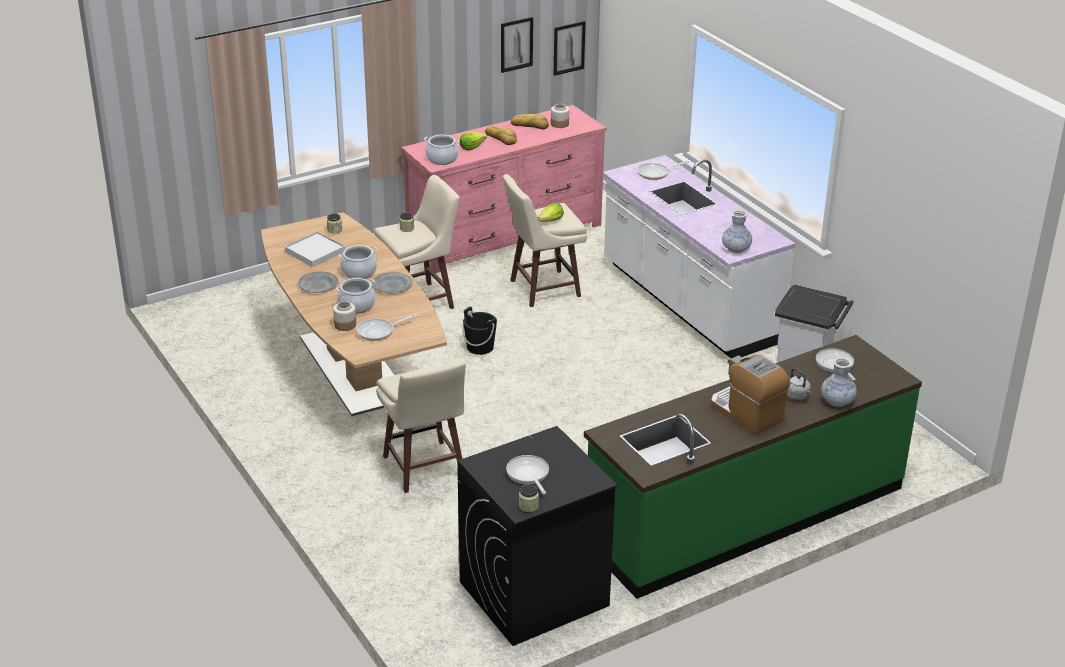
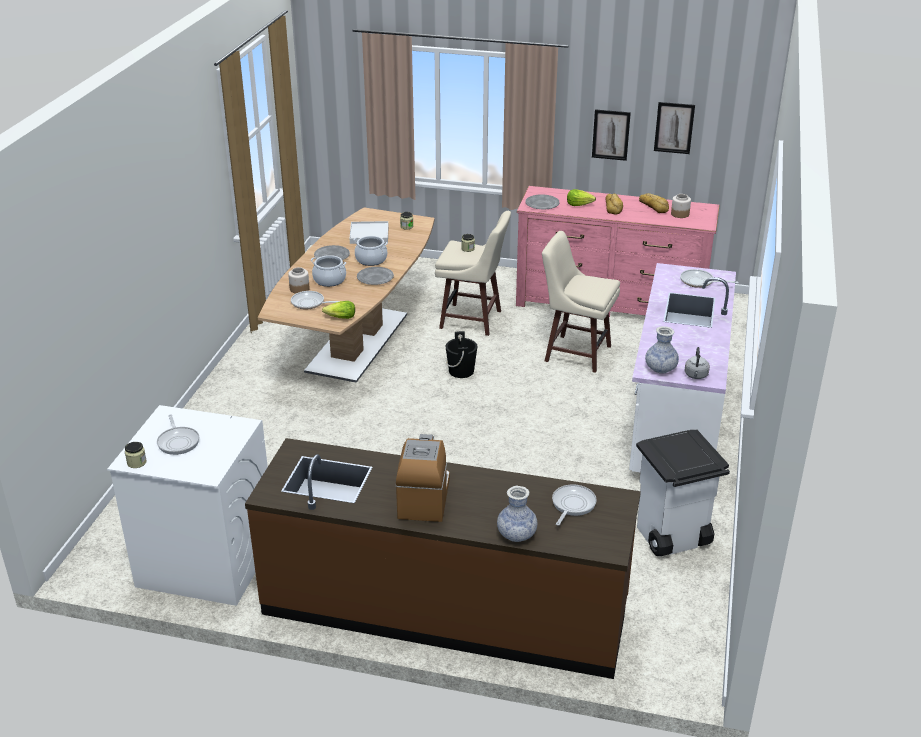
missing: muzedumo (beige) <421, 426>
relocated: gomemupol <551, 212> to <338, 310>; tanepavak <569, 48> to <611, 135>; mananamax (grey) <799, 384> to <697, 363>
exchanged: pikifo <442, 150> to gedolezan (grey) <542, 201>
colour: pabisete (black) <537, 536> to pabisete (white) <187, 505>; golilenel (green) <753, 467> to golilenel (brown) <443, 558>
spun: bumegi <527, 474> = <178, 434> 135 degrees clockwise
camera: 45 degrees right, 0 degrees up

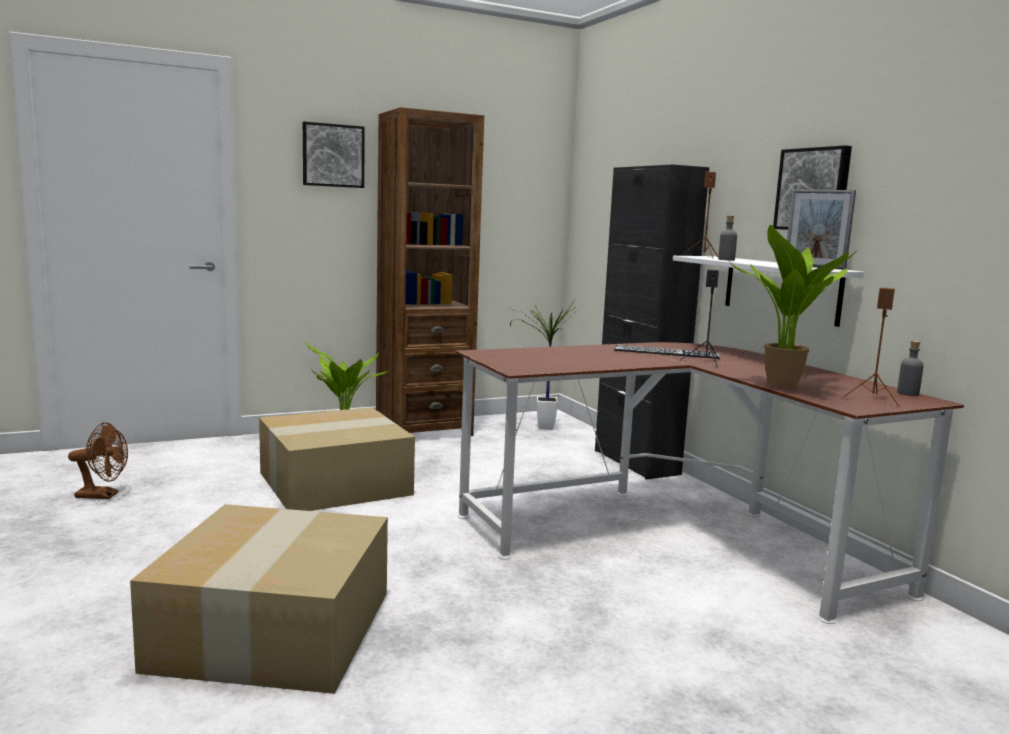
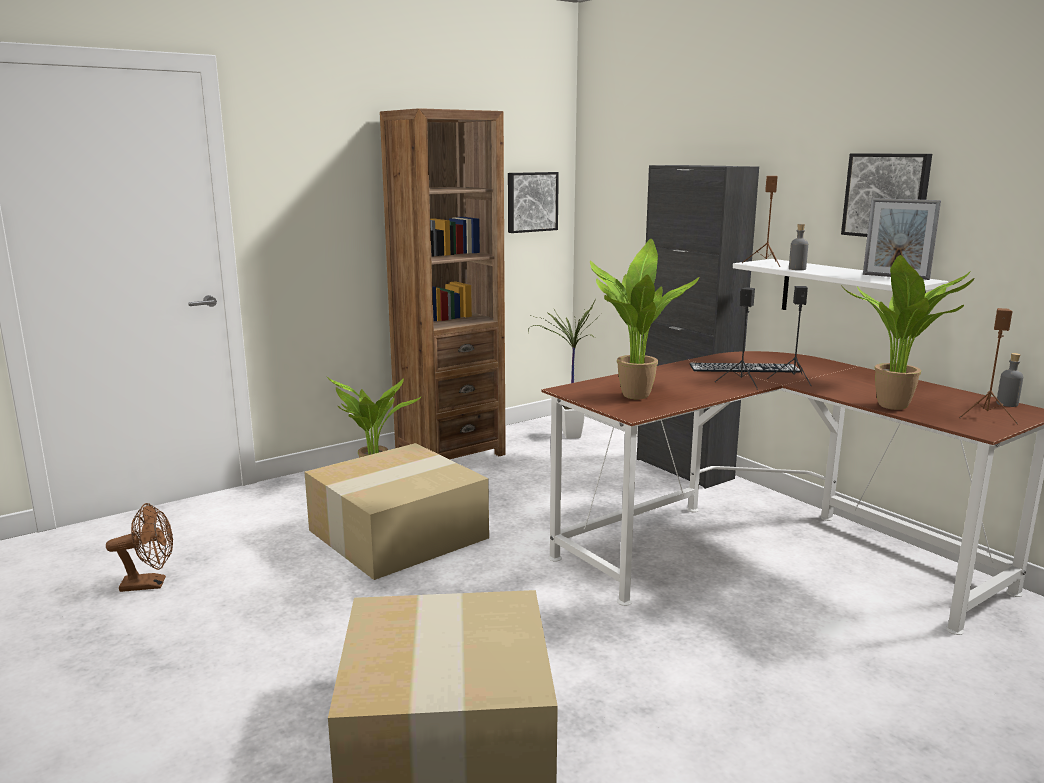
appeared: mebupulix <644, 319>; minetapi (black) <736, 338>
relocated: tanepavak <334, 155> to <533, 202>
camera: 10 degrees left, 5 degrees up

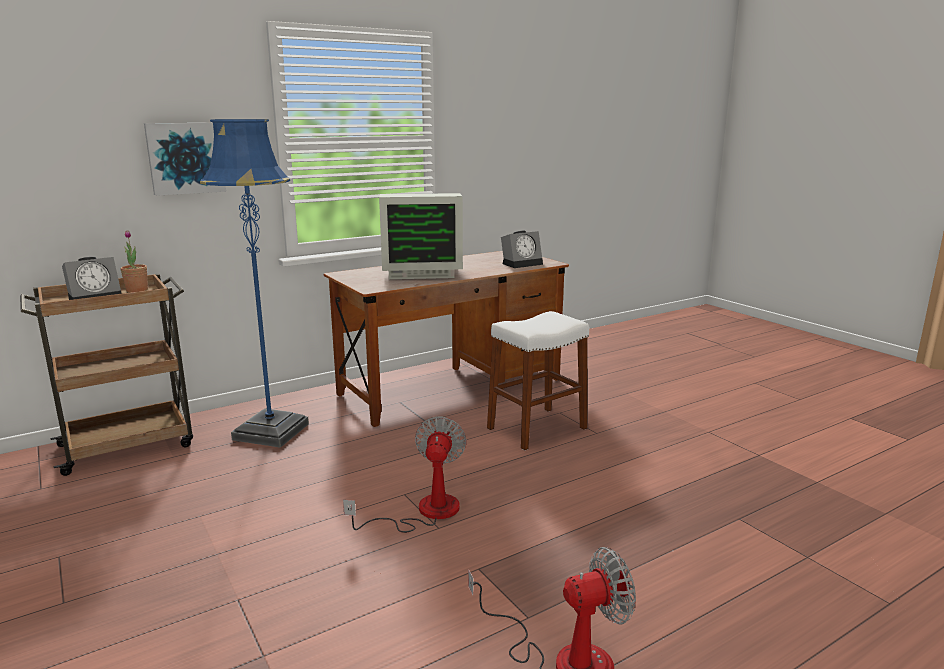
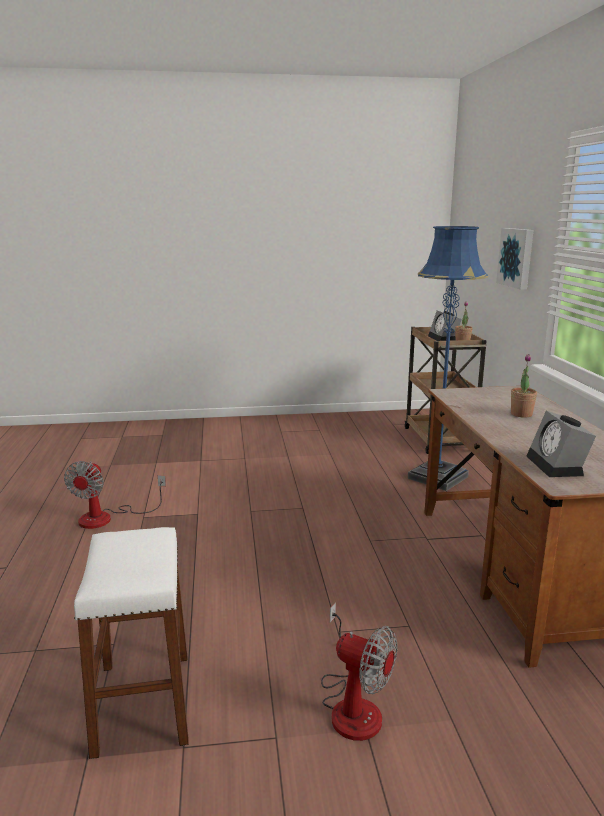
relocated: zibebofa <405, 474> to <359, 671>; muzedumo (white) <538, 380> to <131, 643>
exchanged: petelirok <421, 236> to mebupulix <524, 386>
camera: 115 degrees right, 0 degrees up

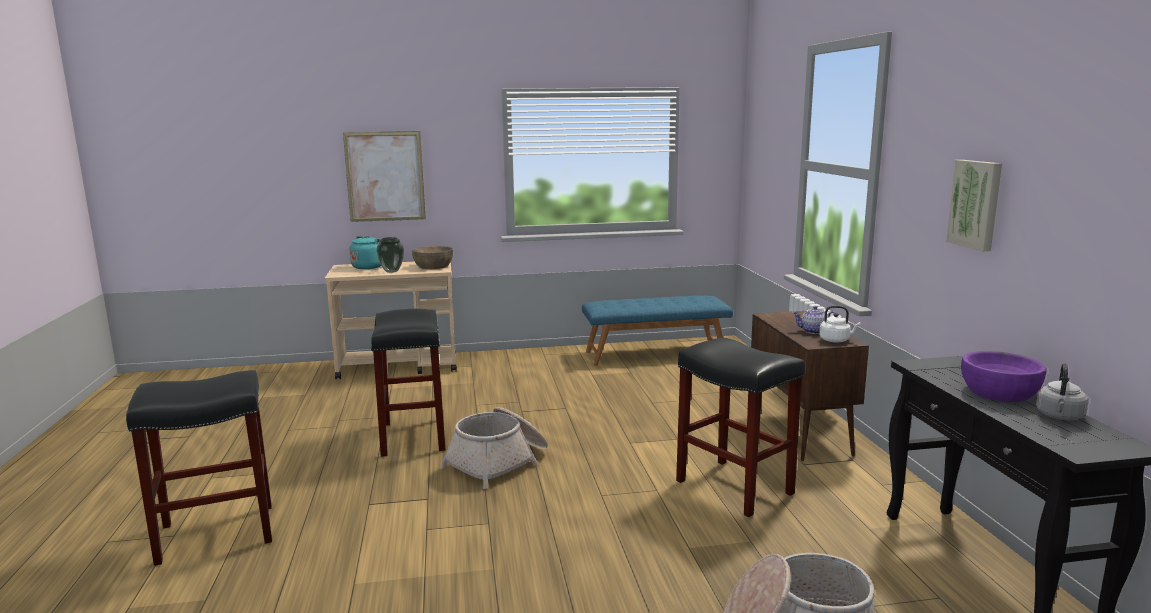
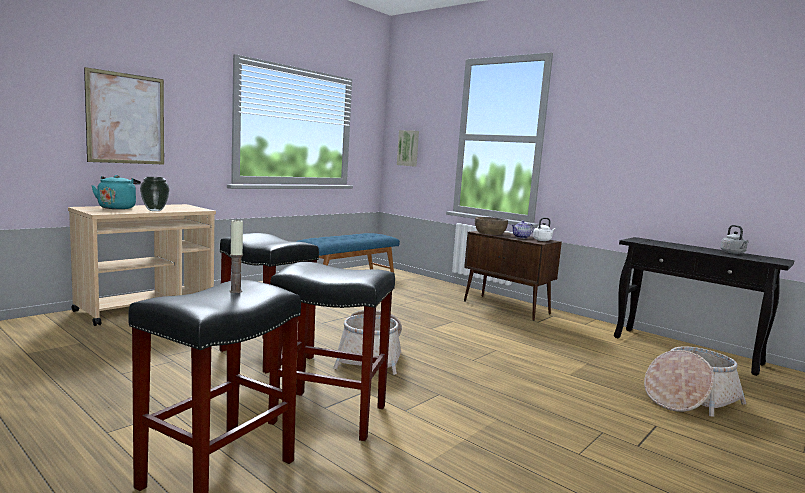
missing: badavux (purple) <1004, 376>
appeared: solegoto <236, 256>
relocated: badavux (brown) <432, 257> to <491, 226>; muzedumo (black) <740, 427> to <331, 351>; tanepavak <974, 205> to <408, 148>
camera: 40 degrees left, 5 degrees down

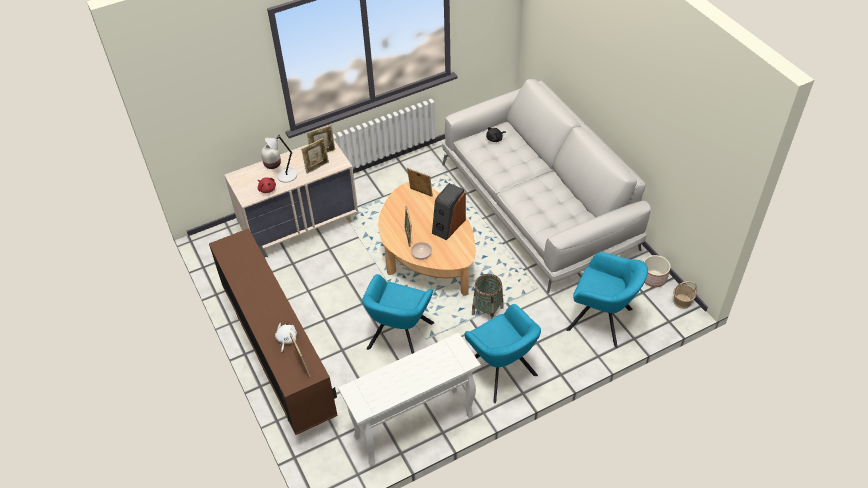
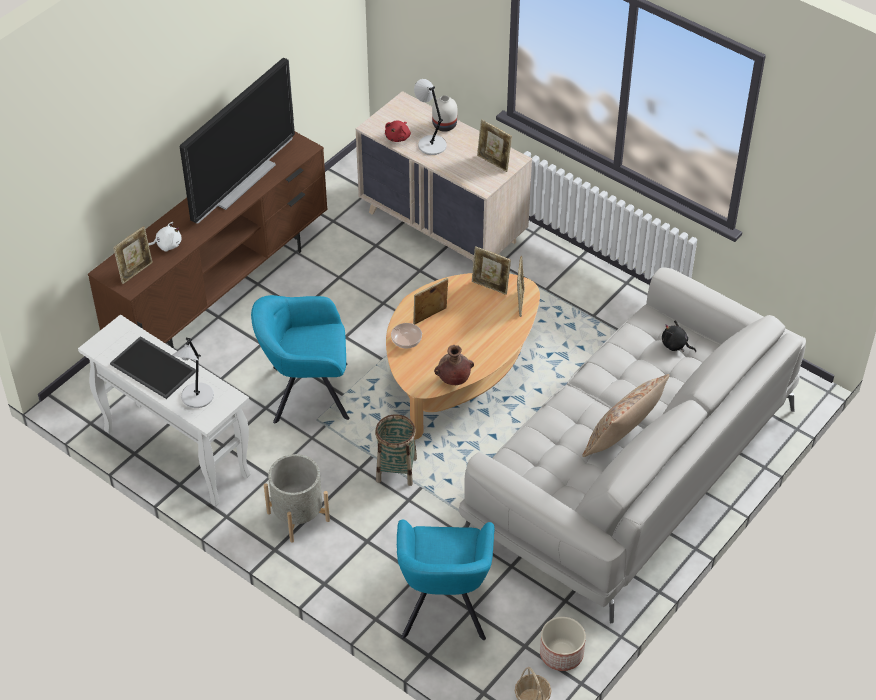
missing: minetapi <449, 211>
appeared: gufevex <153, 367>; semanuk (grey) <193, 373>; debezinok <237, 141>; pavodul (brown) <454, 365>; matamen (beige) <625, 415>
relocated: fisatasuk <315, 155> to <491, 270>
exchanged: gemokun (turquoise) <503, 353> to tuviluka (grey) <297, 498>
camera: 65 degrees right, 0 degrees up

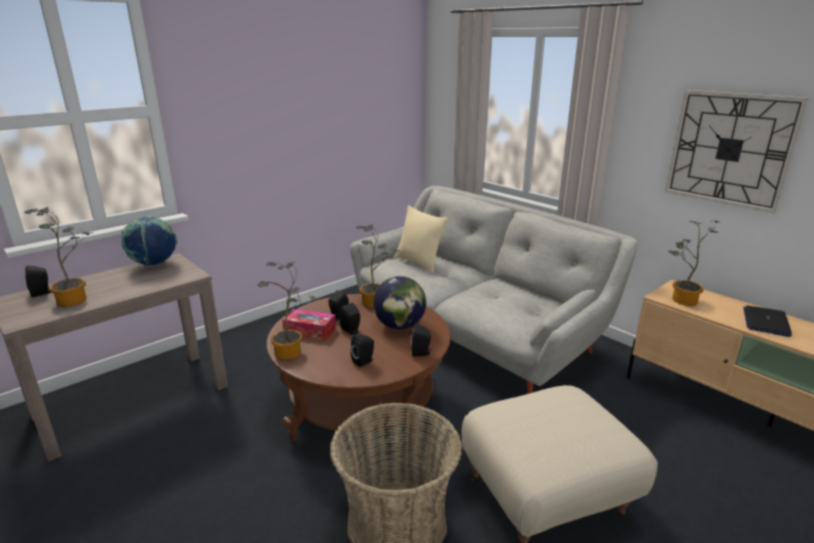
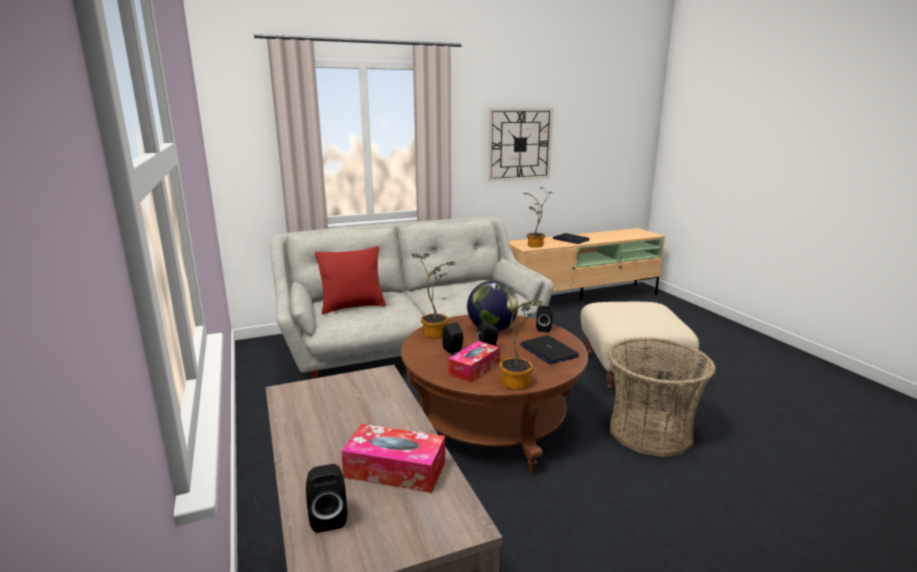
missing: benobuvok <150, 241>
exchanged: mebupulix <58, 257> to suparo <393, 458>; minetapi (black) <362, 350> to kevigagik <549, 349>
colour: matamen (beige) <421, 239> to matamen (red) <350, 280>
camera: 70 degrees left, 5 degrees down

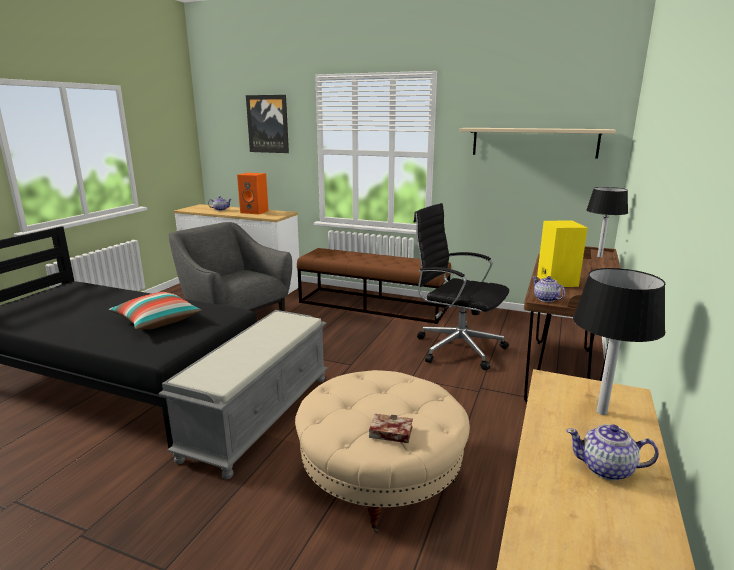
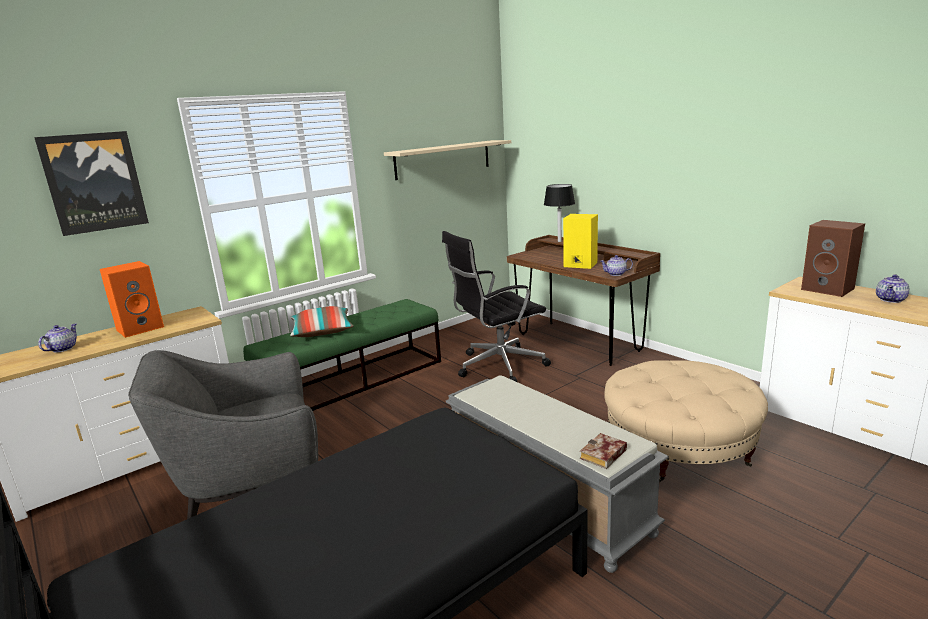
relocated: matamen <155, 311> to <322, 321>; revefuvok <391, 428> to <603, 451>
exchanged: semanuk (black) <619, 341> to minetapi (brown) <833, 258>
colour: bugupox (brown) <374, 286> to bugupox (green) <342, 355>
camera: 60 degrees left, 0 degrees up

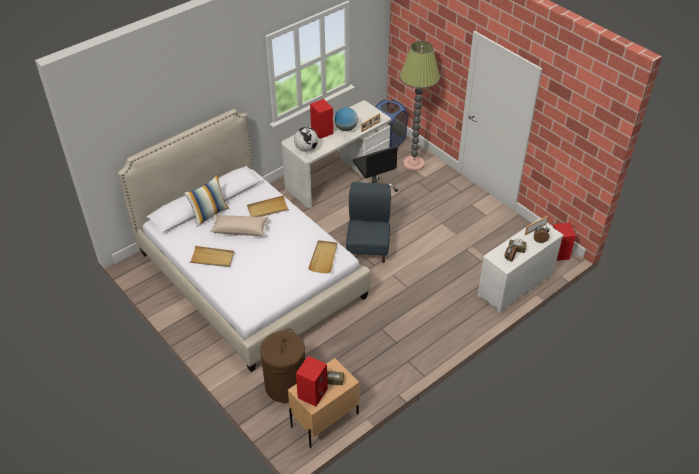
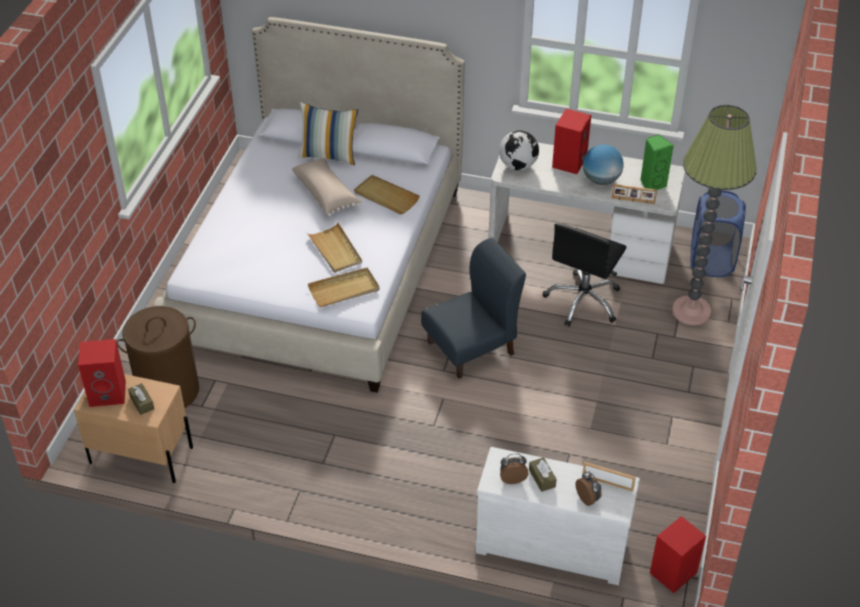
appeared: minetapi (green) <657, 162>
relocated: gufevex (beige) <211, 256> to <334, 247>
camera: 55 degrees right, 0 degrees up

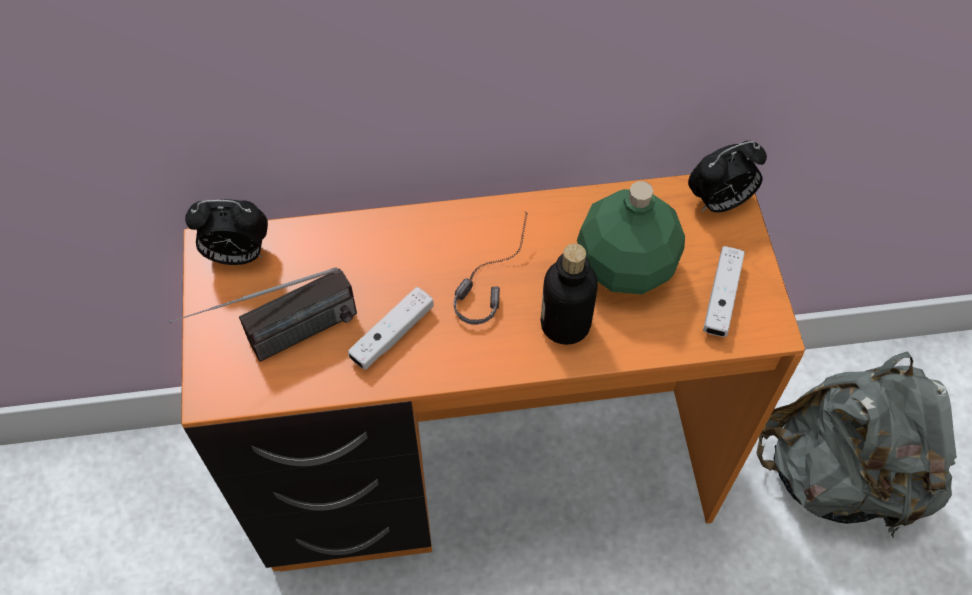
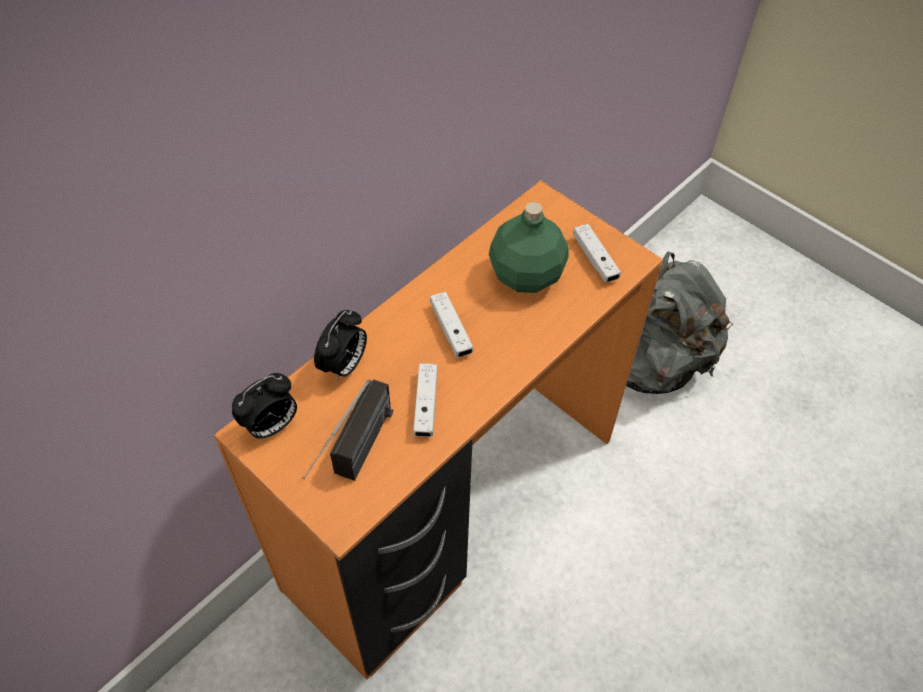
missing: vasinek <569, 294>
relocated: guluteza <727, 177> to <340, 346>
exchanged: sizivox <491, 268> to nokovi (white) <451, 324>
camera: 40 degrees left, 5 degrees down

